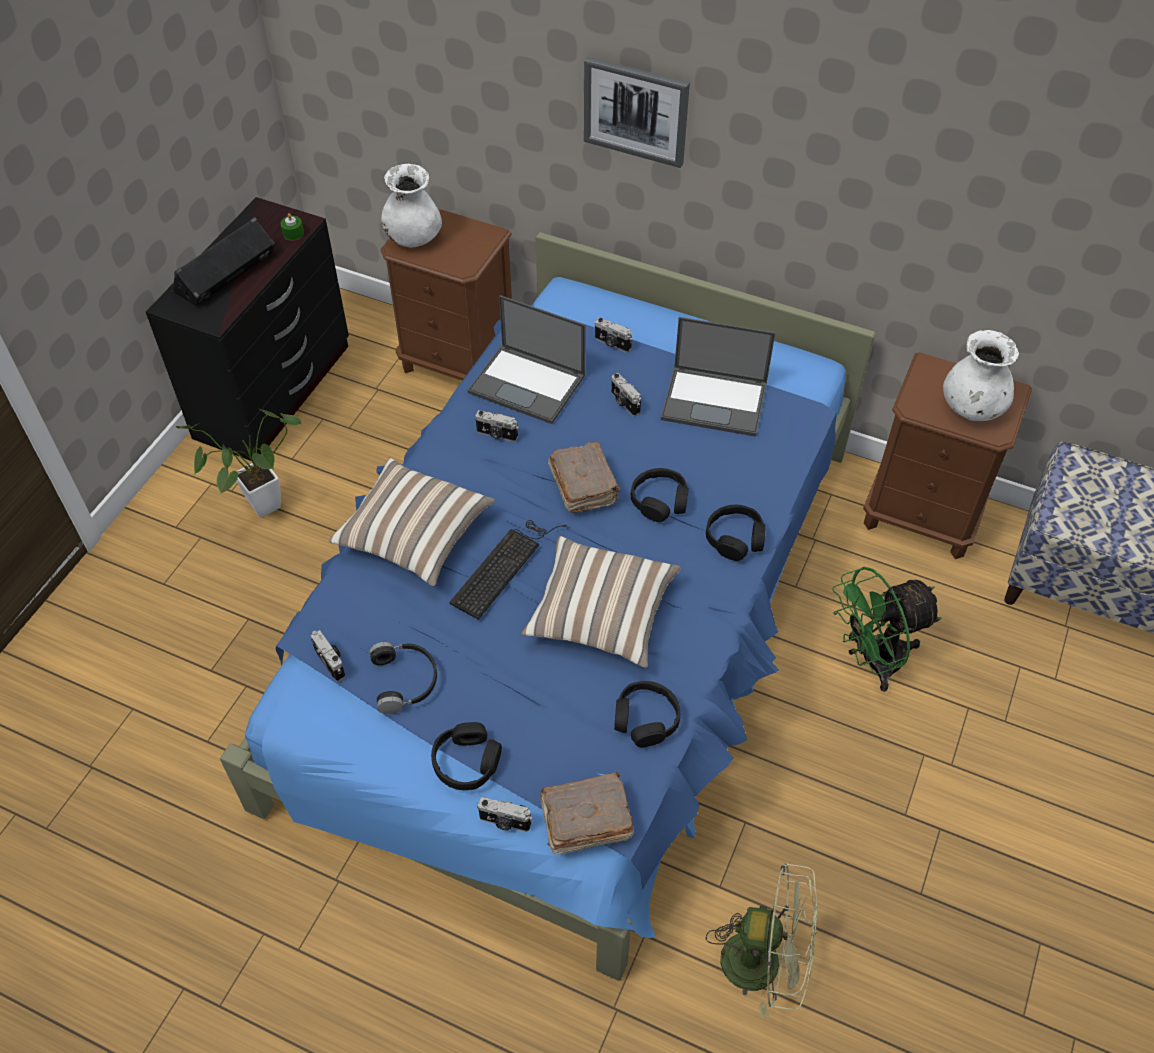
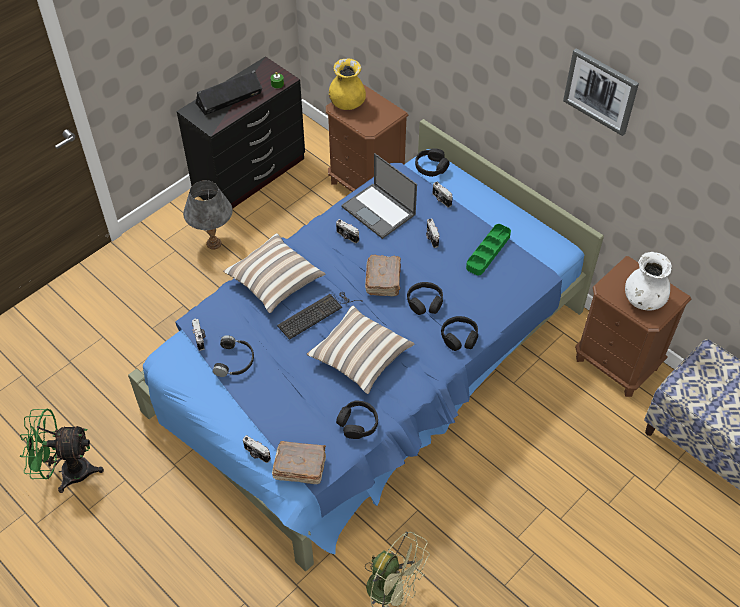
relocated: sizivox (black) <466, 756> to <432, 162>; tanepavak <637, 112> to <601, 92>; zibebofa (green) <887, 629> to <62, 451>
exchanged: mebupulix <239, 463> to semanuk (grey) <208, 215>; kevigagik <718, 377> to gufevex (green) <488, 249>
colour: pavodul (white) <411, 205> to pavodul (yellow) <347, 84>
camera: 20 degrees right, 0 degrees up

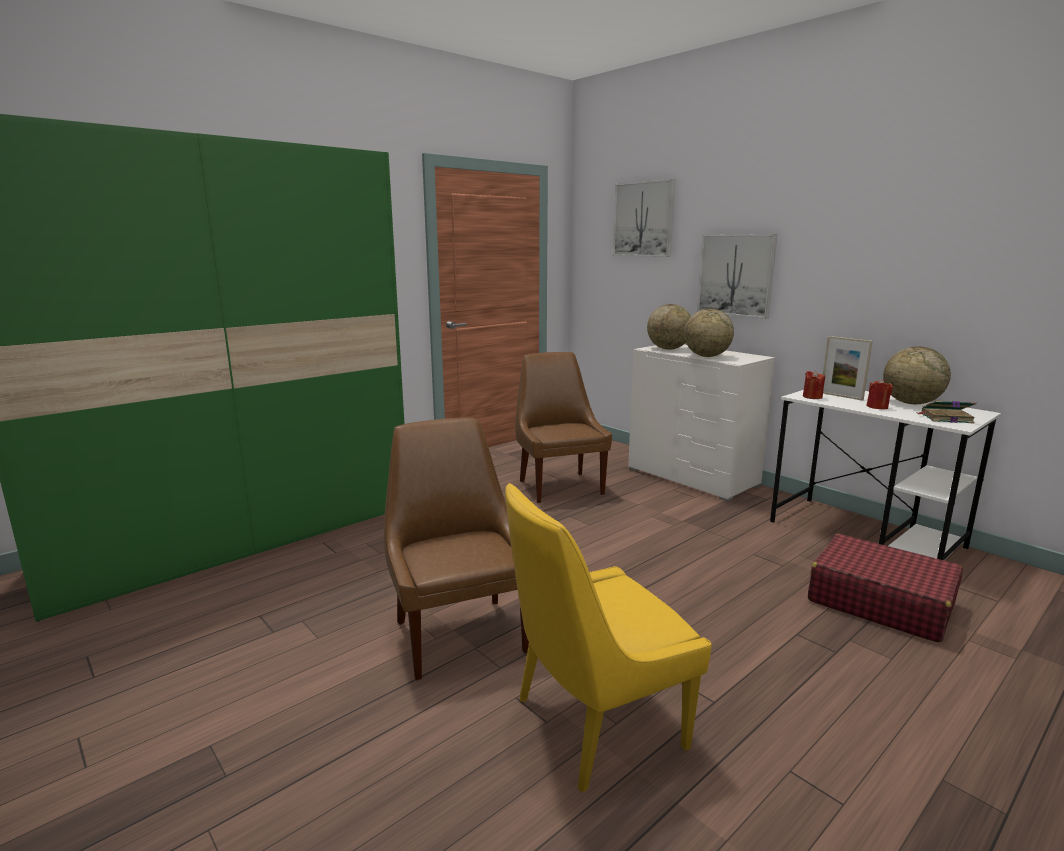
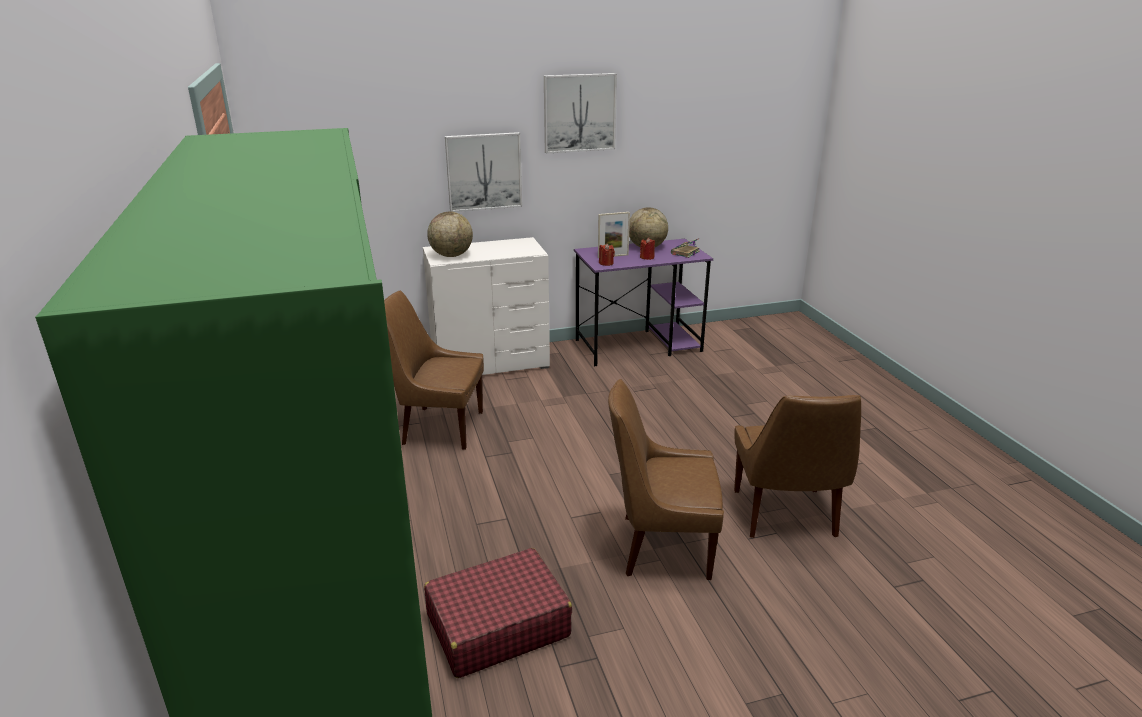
missing: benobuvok <709, 332>
relocated: tanepavak <644, 218> to <580, 113>; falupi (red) <885, 588> to <498, 613>
colour: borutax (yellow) <608, 638> to borutax (brown) <797, 466>; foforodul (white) <885, 475> to foforodul (purple) <643, 302>
camera: 65 degrees left, 10 degrees up

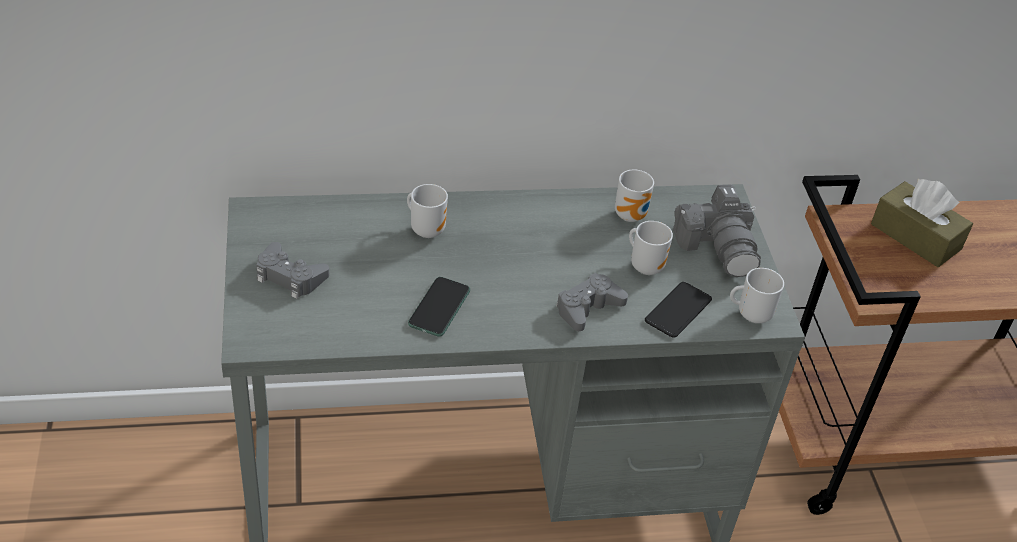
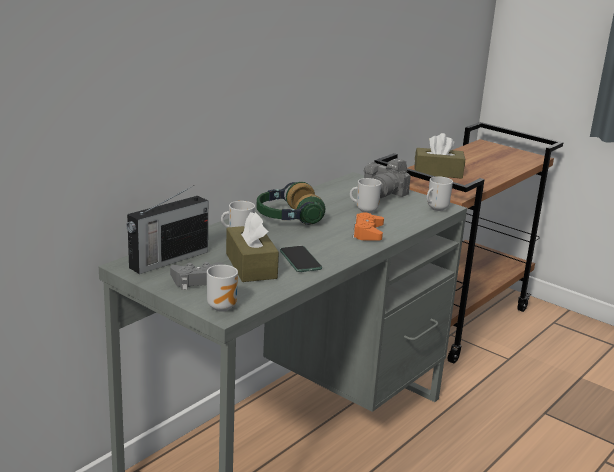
missing: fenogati <678, 310>
appeared: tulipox <167, 229>; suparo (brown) <252, 247>; sizivox <290, 203>
relocated: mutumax <634, 196> to <222, 288>
colour: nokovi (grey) <592, 302> to nokovi (orange) <368, 226>
spun: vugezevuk <717, 231> = <387, 178> 90 degrees clockwise
camera: 40 degrees left, 20 degrees down

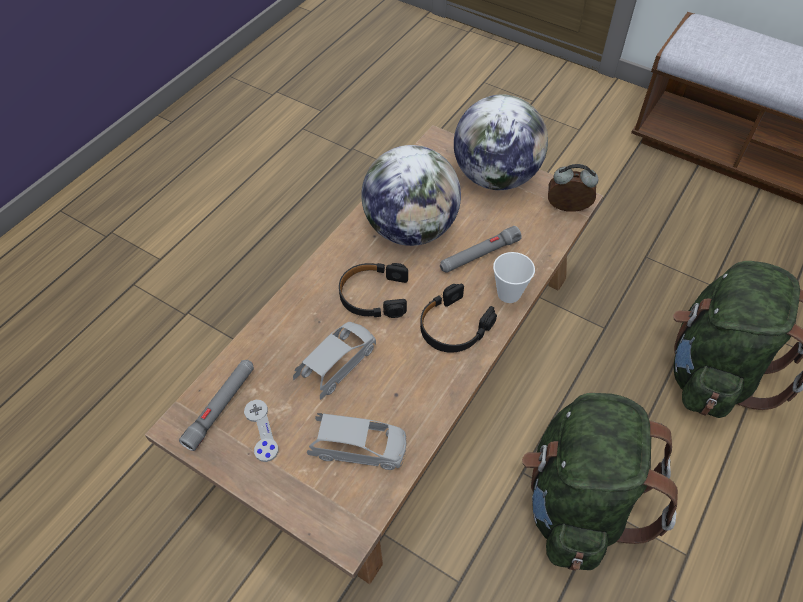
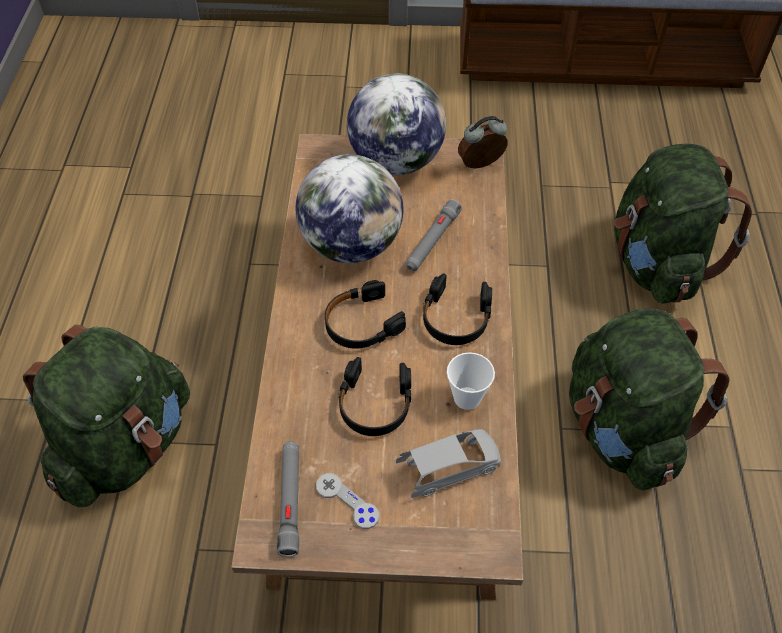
appeared: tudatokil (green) <106, 416>
relocated: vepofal <514, 277> to <471, 381>
exchanged: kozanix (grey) <334, 361> to sizivox (black) <374, 396>
camera: 30 degrees left, 0 degrees up

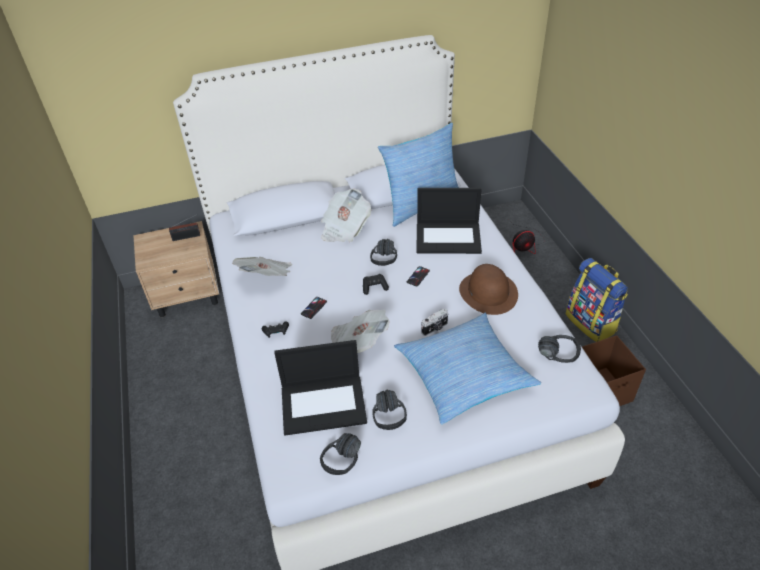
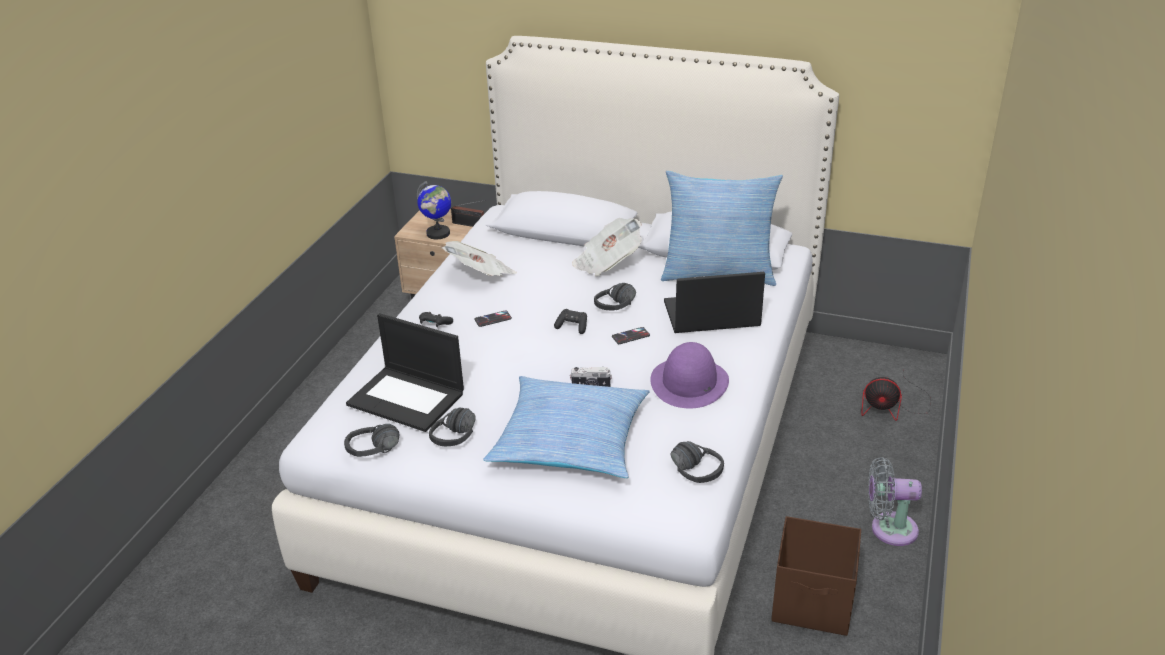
missing: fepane <360, 331>
appeared: benobuvok <434, 210>
exchanged: tudatokil <597, 300> to zibebofa (grey) <895, 501>
colour: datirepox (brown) <488, 289> to datirepox (purple) <689, 375>
spun: kevigagik <449, 221> = <714, 302> 135 degrees clockwise
camera: 35 degrees right, 10 degrees down

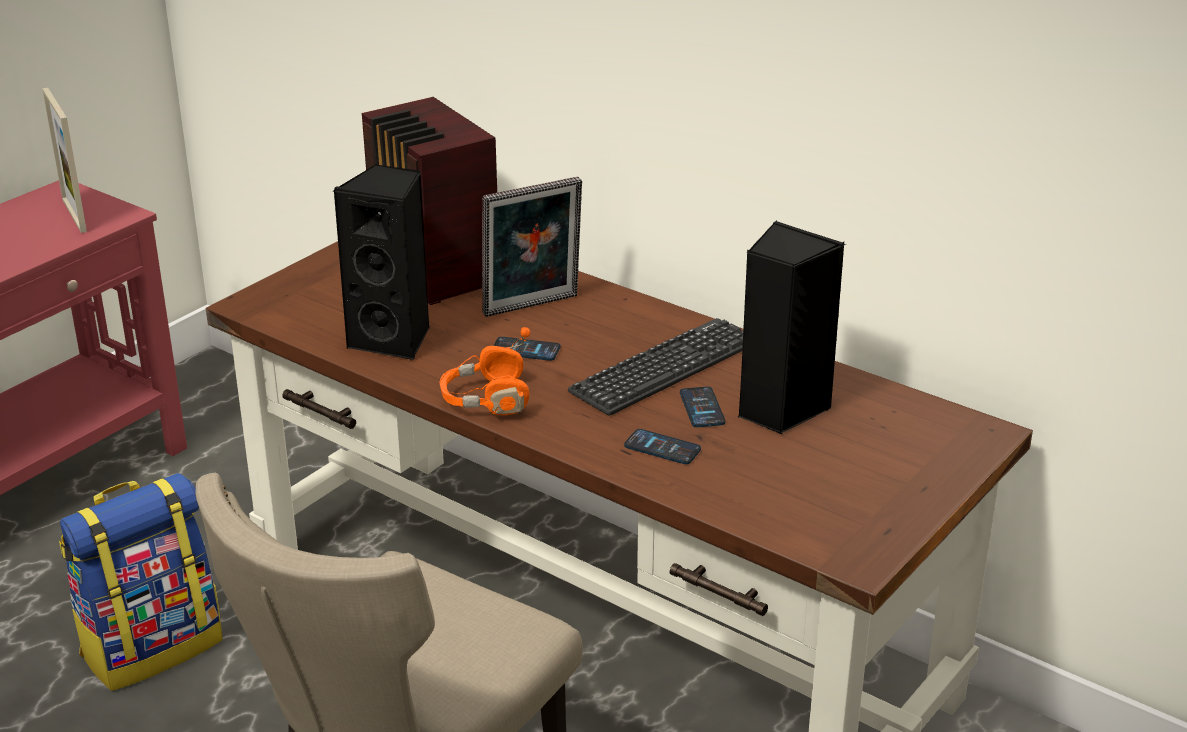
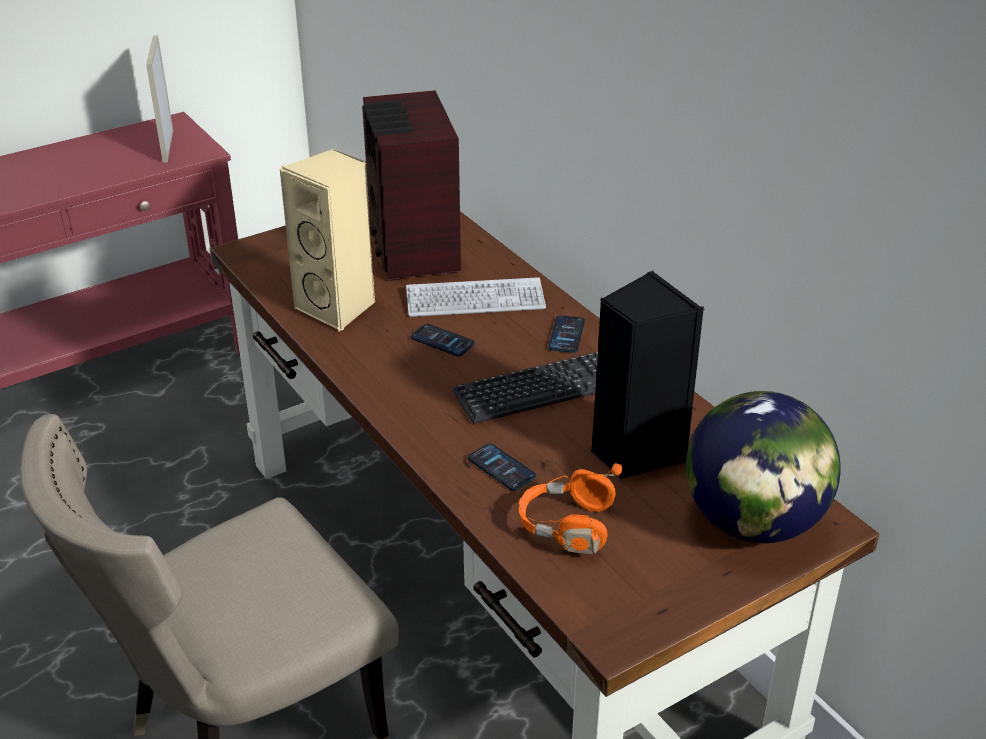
missing: tudatokil <141, 582>
appeared: benobuvok <763, 467>
relocated: sizivox (orange) <484, 371> to <570, 508>; fenogati <702, 406> to <566, 334>
exchanged: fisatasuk <532, 247> to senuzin <476, 297>
colour: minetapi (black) <381, 262> to minetapi (beige) <328, 240>
camera: 20 degrees right, 5 degrees up

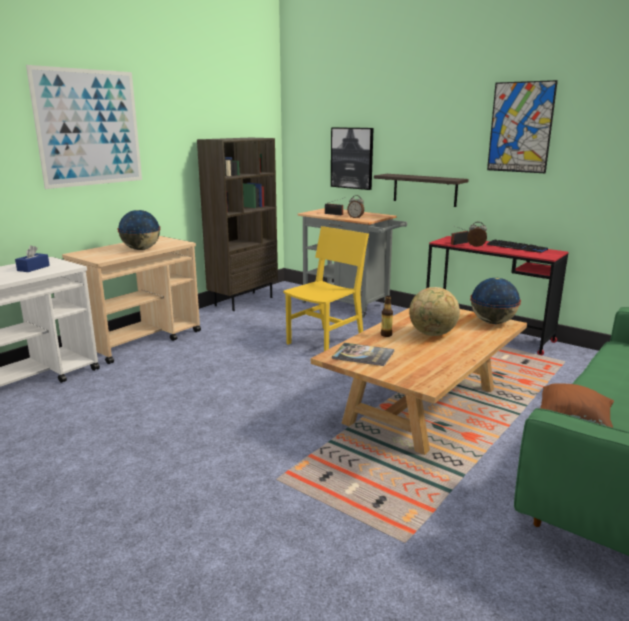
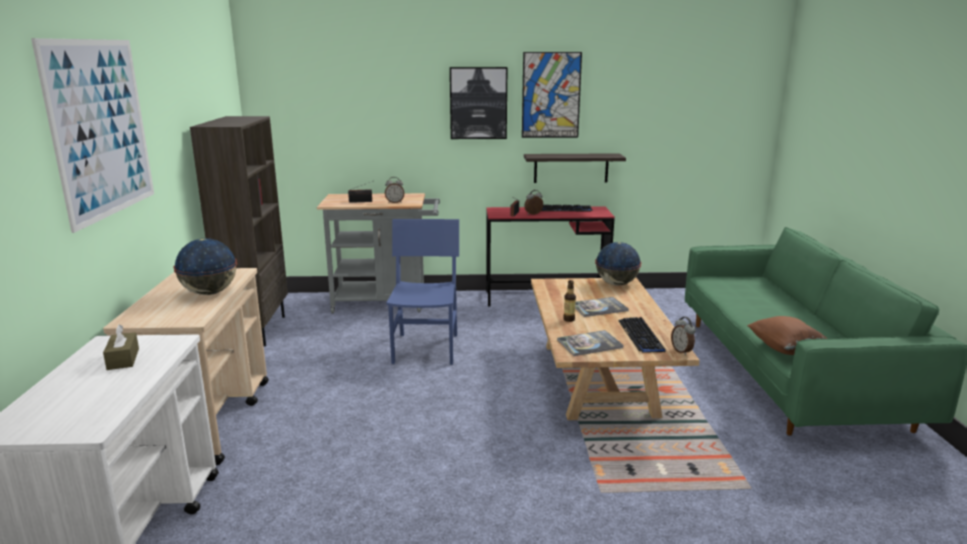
appeared: senuzin <642, 335>; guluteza <683, 336>
relocated: tanepavak <352, 158> to <479, 103>; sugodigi <421, 190> to <575, 168>
exchanged: benobuvok <434, 311> to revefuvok <602, 307>
colour: suparo (blue) <32, 258> to suparo (brown) <121, 347>; borutax (yellow) <326, 288> to borutax (blue) <422, 292>
camera: 40 degrees left, 0 degrees up

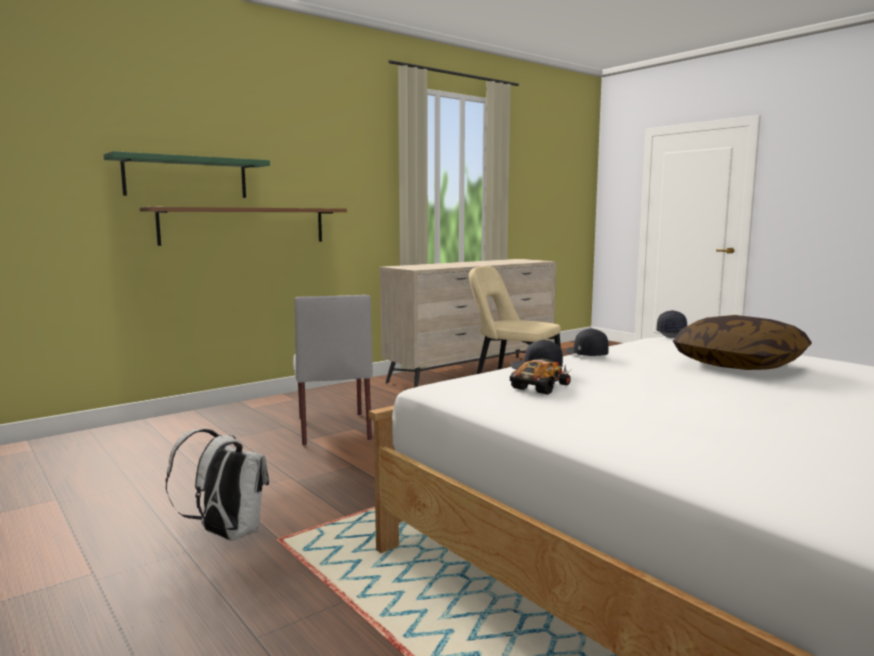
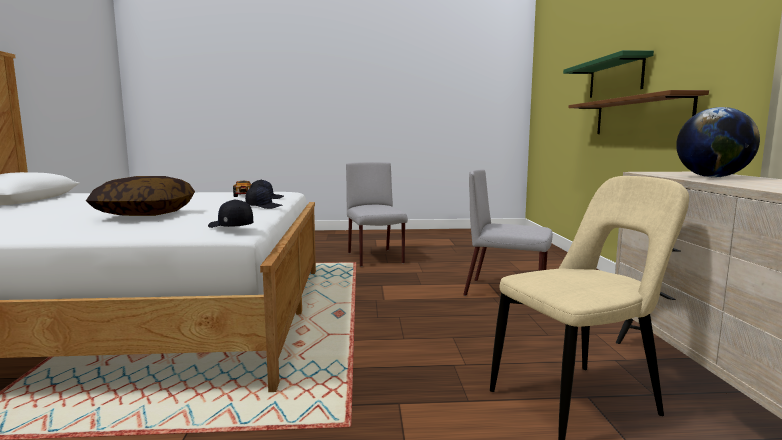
appeared: benobuvok <718, 142>
exchanged: tudatokil (white) <217, 484> to borutax (grey) <377, 214>
camera: 125 degrees right, 0 degrees up

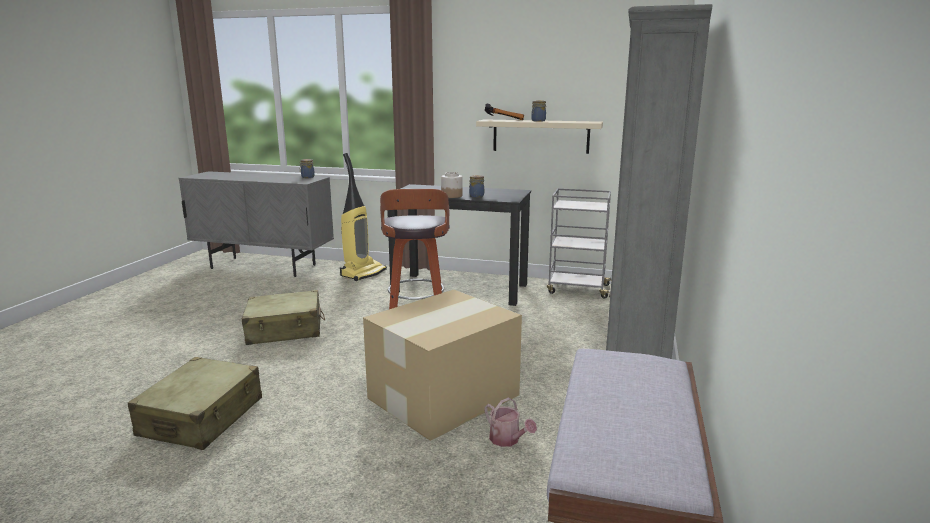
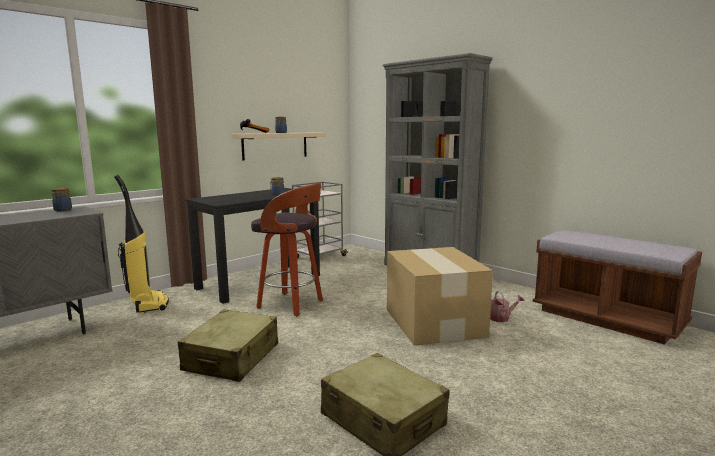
missing: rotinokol <452, 185>
camera: 60 degrees left, 5 degrees down

